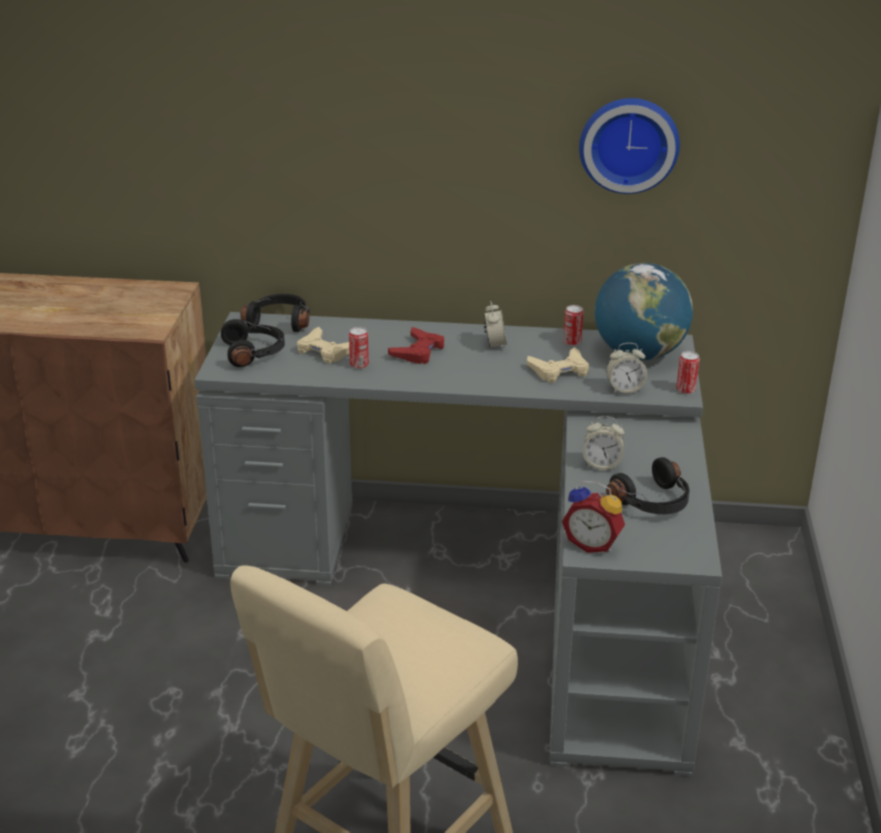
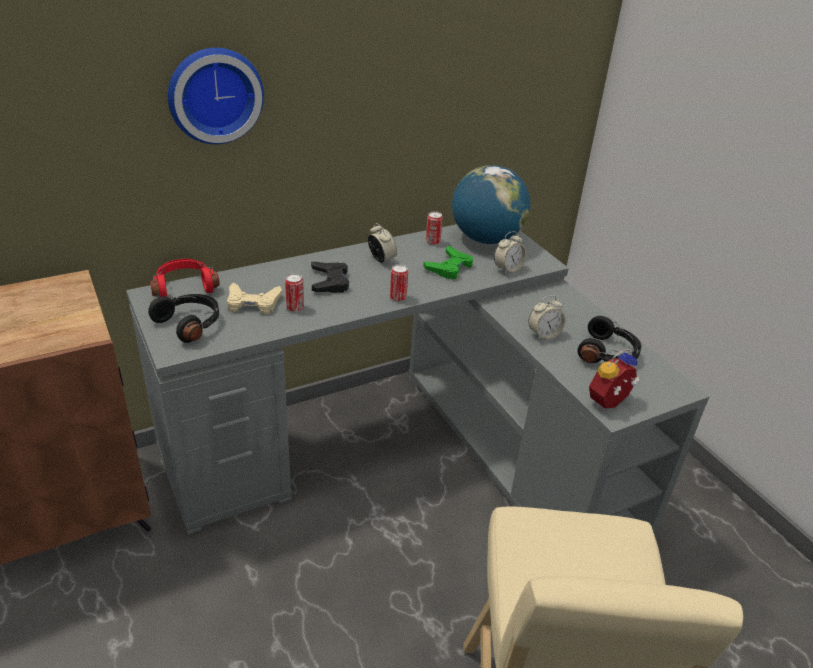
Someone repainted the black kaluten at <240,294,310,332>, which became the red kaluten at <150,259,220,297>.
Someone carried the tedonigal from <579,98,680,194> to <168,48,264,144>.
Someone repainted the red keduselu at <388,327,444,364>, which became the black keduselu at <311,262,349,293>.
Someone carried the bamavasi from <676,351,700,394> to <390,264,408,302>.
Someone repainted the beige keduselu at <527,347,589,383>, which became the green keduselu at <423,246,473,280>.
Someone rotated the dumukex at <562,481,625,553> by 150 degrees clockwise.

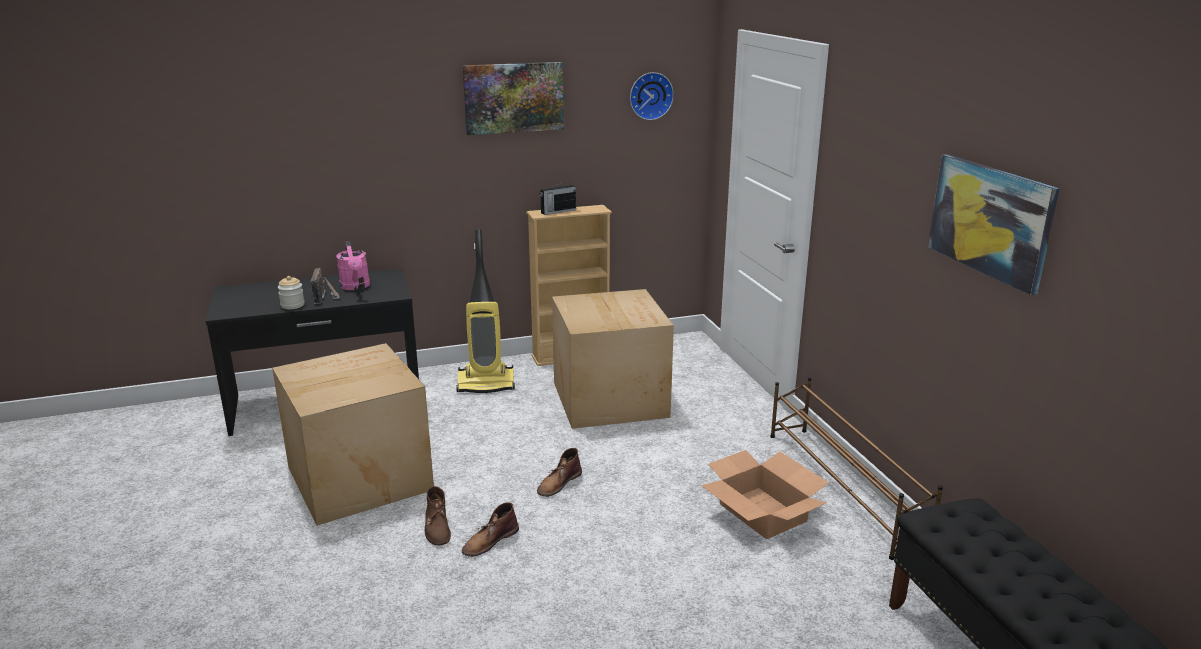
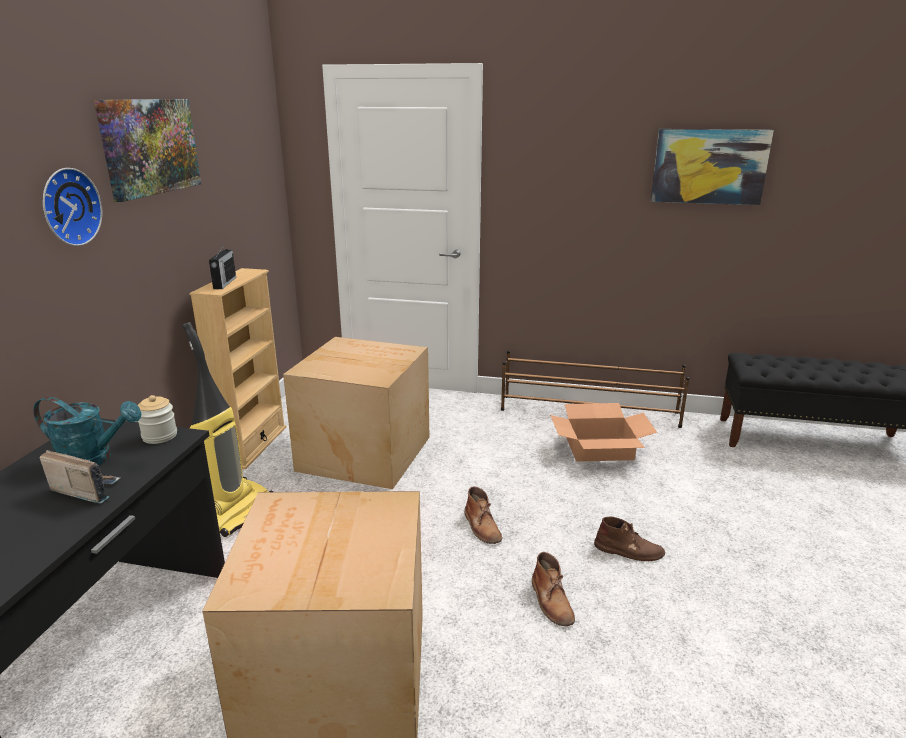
Someone repainted the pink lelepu at <336,242,370,290>, which became the turquoise lelepu at <33,397,141,465>.
Someone carried the tedonigal from <630,72,674,120> to <43,168,102,246>.
Someone carried the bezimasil from <278,276,305,309> to <138,395,177,444>.
Someone carried the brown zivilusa from <425,486,451,545> to <594,516,665,561>.

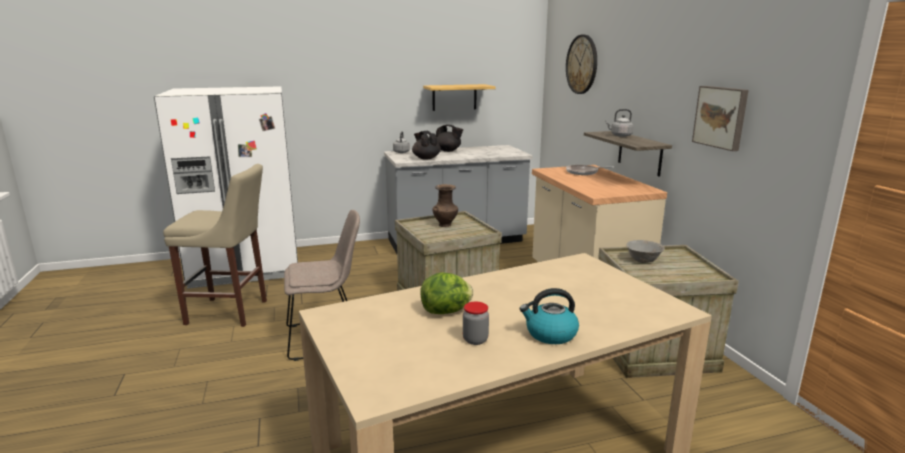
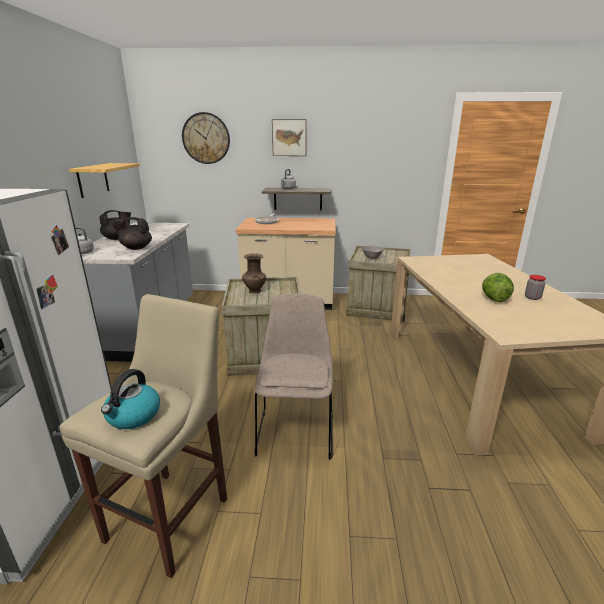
Someone carried the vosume from <519,288,579,344> to <101,369,160,429>.
Someone carried the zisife from <692,86,749,151> to <272,119,307,156>.

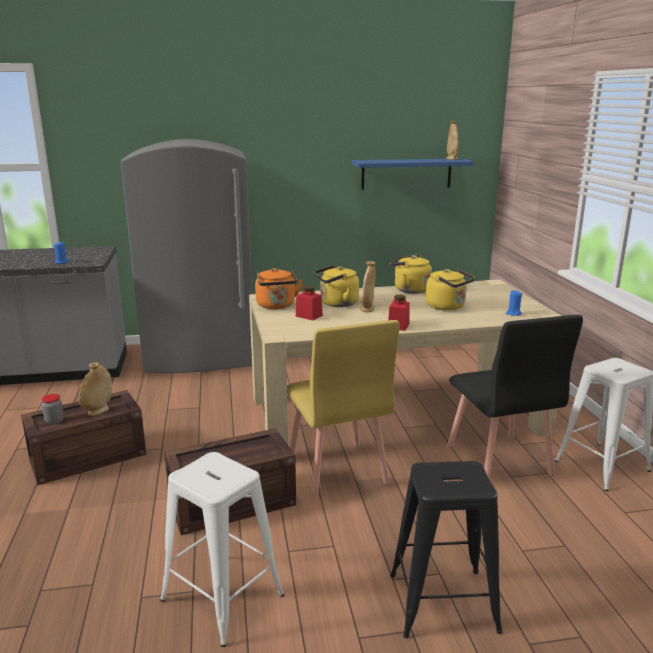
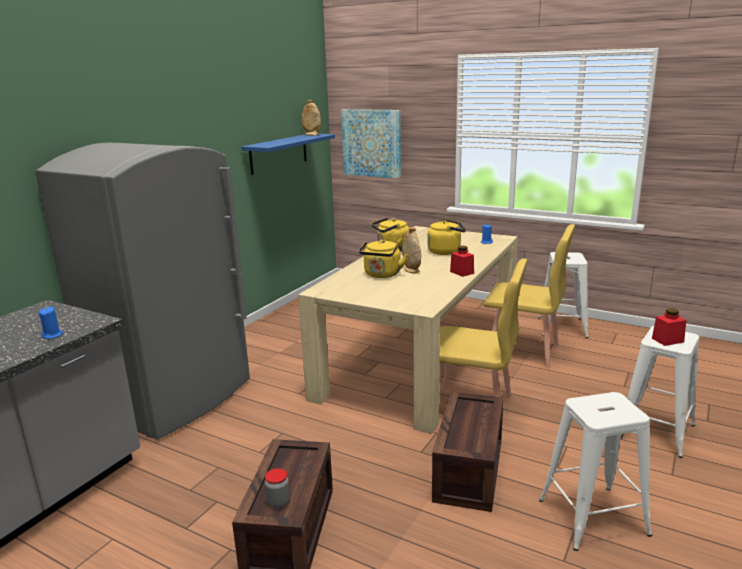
Someone put up the zisife at <341,109,401,178>.
Someone repainted the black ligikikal at <447,315,583,478>, which became the yellow ligikikal at <483,224,575,369>.
Someone repainted the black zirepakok at <390,461,502,638>, which became the white zirepakok at <627,326,699,458>.
Someone carried the red bezimasil from <296,286,323,320> to <652,308,686,346>.
Someone took away the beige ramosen at <79,362,112,416>.
Someone took away the orange vosume at <255,268,303,309>.

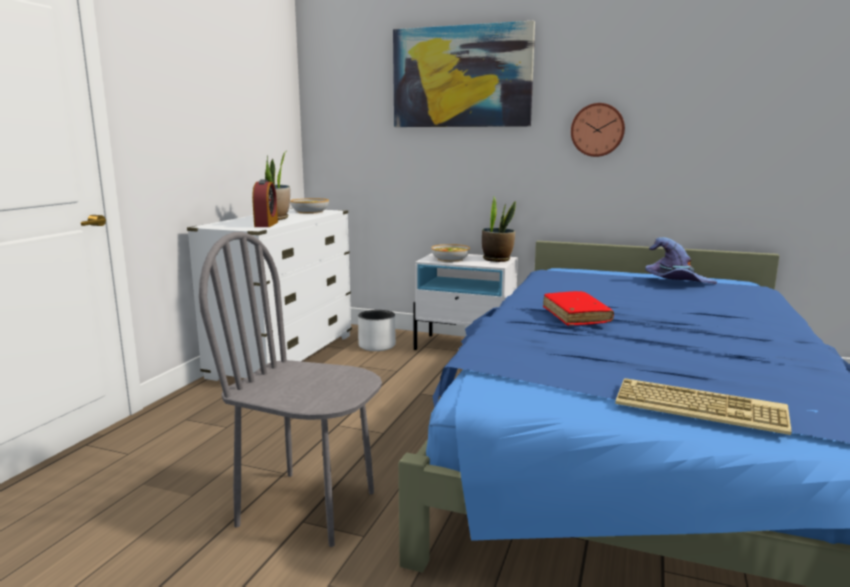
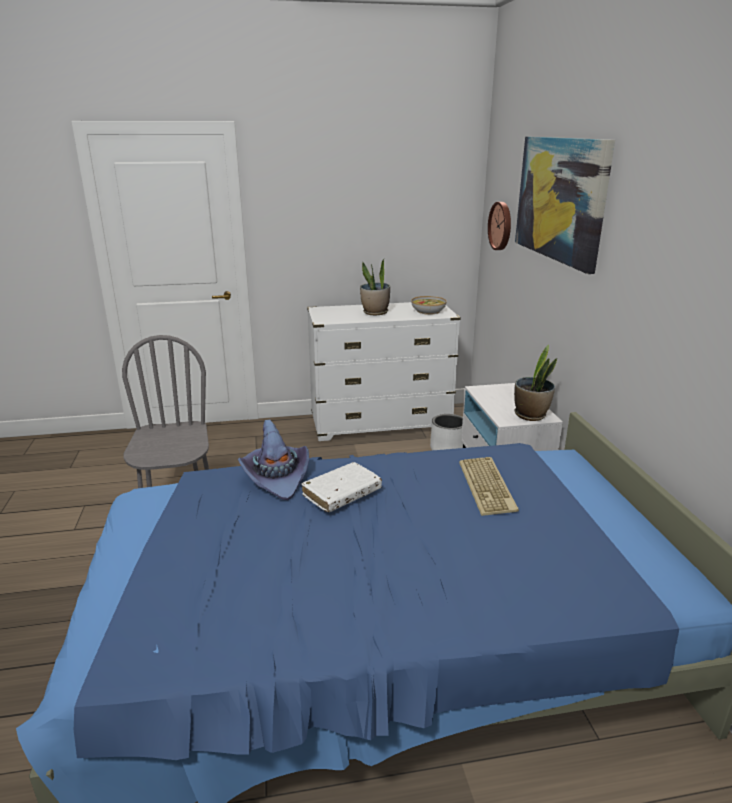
Someone carried the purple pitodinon from <645,237,717,284> to <238,419,309,500>.
Someone repainted the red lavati at <543,291,614,326>, which became the white lavati at <301,462,382,512>.
Someone carried the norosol from <615,378,791,435> to <459,457,519,516>.
Someone carried the tedonigal from <571,103,625,157> to <488,202,511,250>.
Someone took away the dumukex at <252,179,278,227>.
Someone took away the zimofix at <431,244,470,262>.

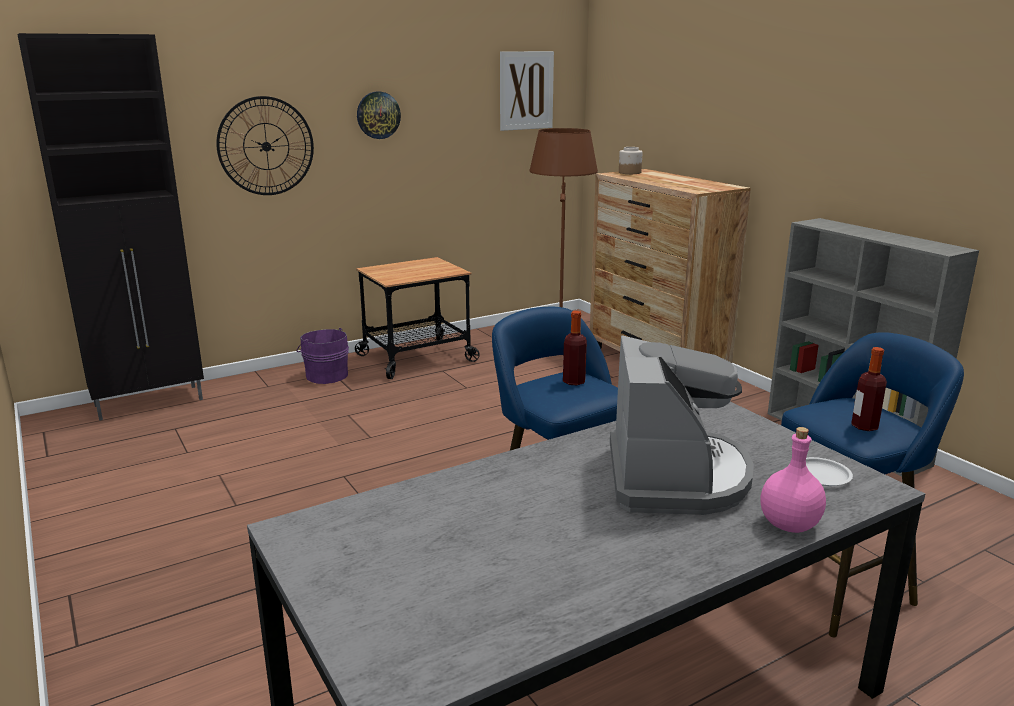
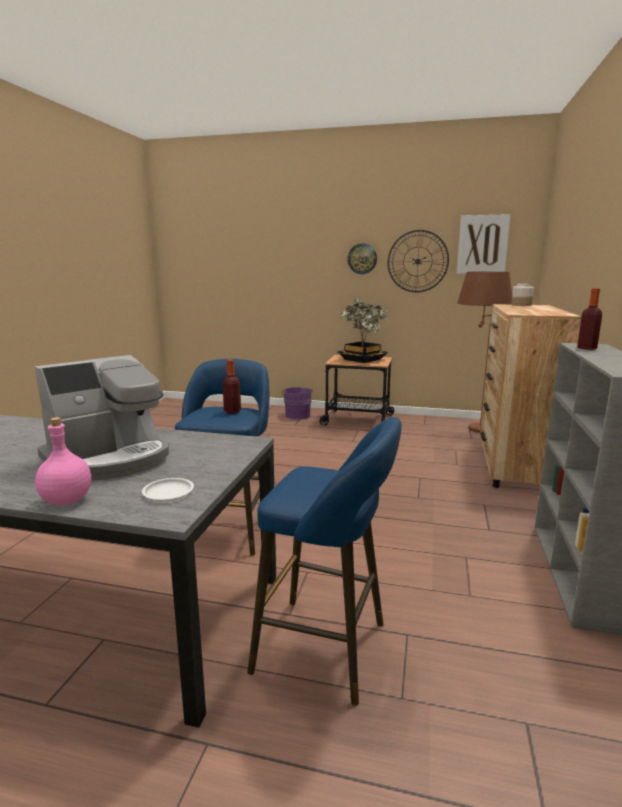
Someone put down the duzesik at <337,299,388,363>.
Someone carried the tedonigal from <216,96,314,195> to <387,230,449,292>.
Someone carried the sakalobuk from <851,347,887,431> to <577,288,602,350>.
Someone took away the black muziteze at <17,33,204,421>.

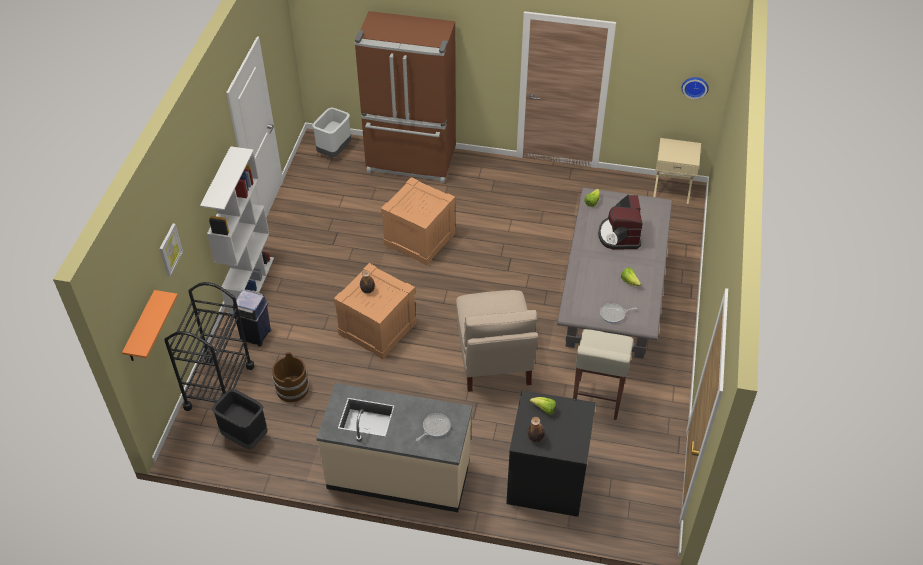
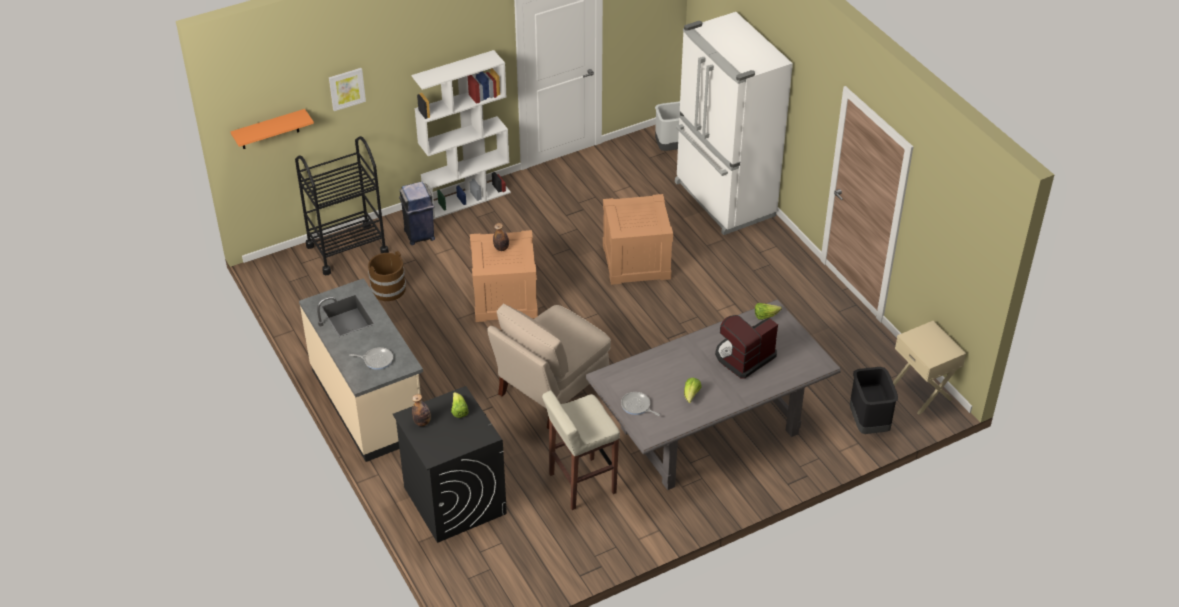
Someone repainted the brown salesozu at <355,11,456,183>, which became the white salesozu at <675,12,793,235>.
Someone carried the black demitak from <212,389,268,449> to <850,367,898,434>.
Someone took away the tedonigal at <681,77,709,99>.

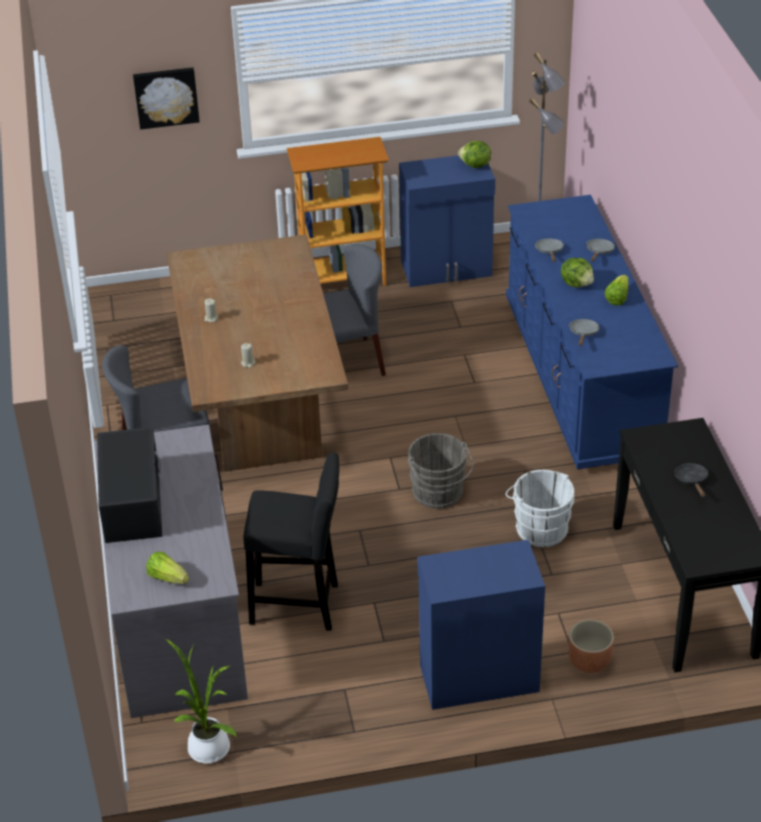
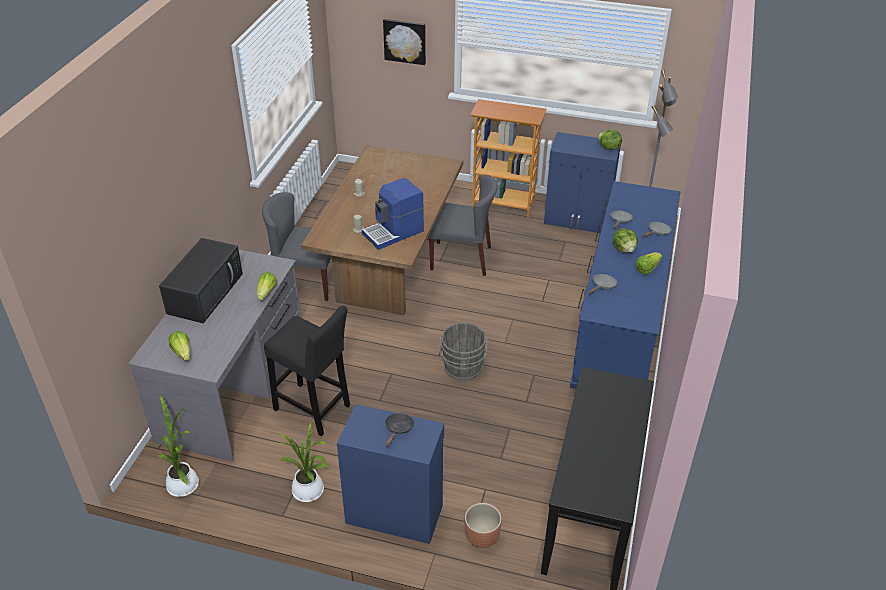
Someone put down the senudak at <257,272,277,300>.
Someone put down the duzesik at <278,421,329,502>.
Someone put down the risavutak at <362,178,424,250>.
Someone carried the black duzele from <674,463,708,497> to <385,413,414,447>.
Someone took away the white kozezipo at <506,470,574,547>.

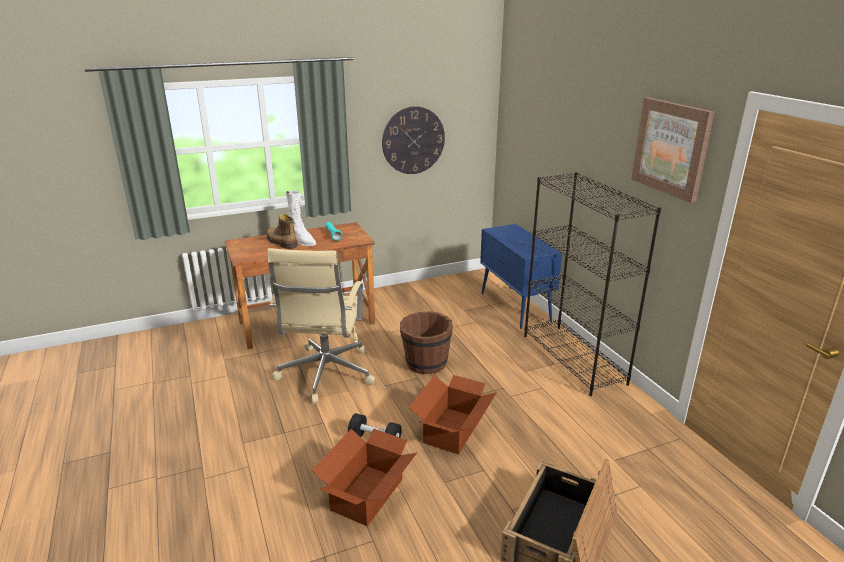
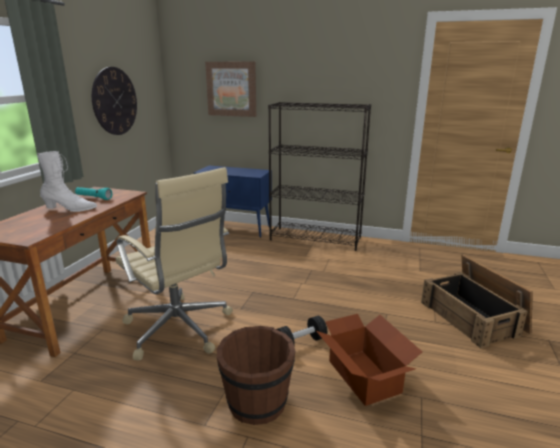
Someone carried the zisife from <631,97,714,203> to <205,62,256,117>.
Someone carried the brown kozezipo from <400,312,453,374> to <217,326,295,425>.
Someone took away the zivilusa at <267,214,297,249>.
Someone took away the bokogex at <409,375,497,454>.

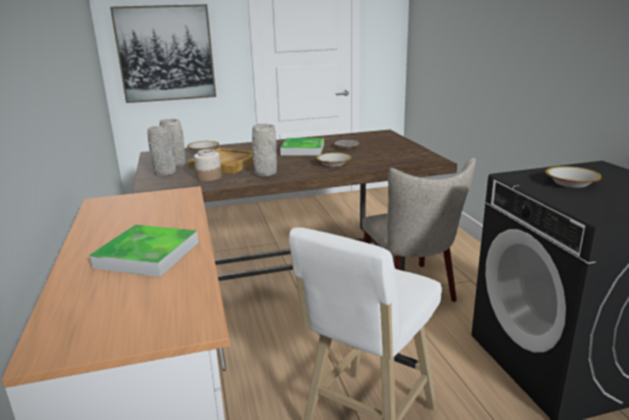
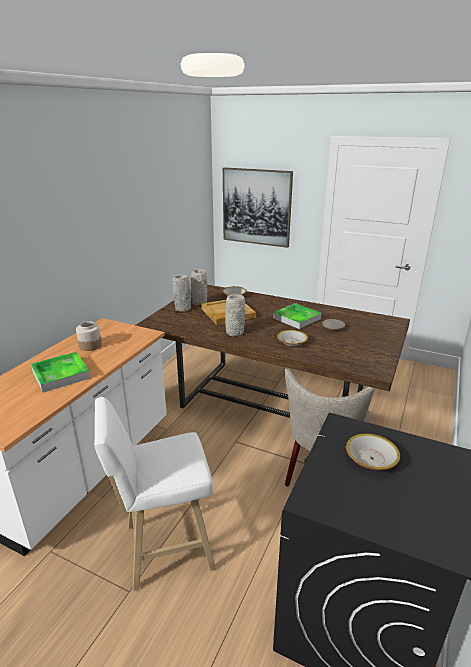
Someone carried the bezimasil from <194,149,222,181> to <76,321,102,351>.

